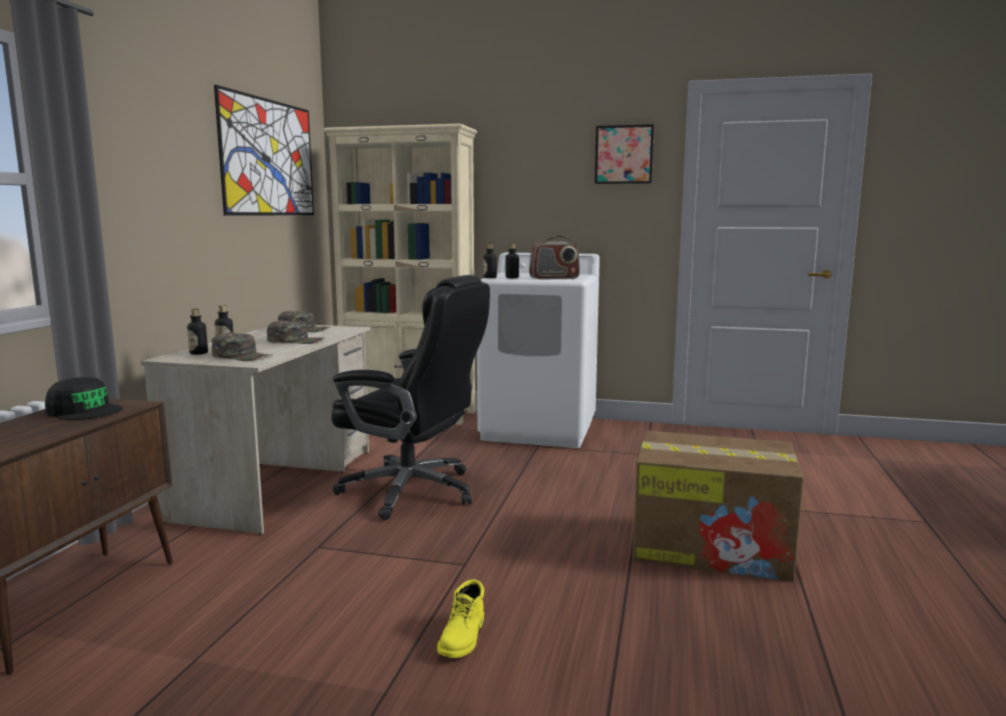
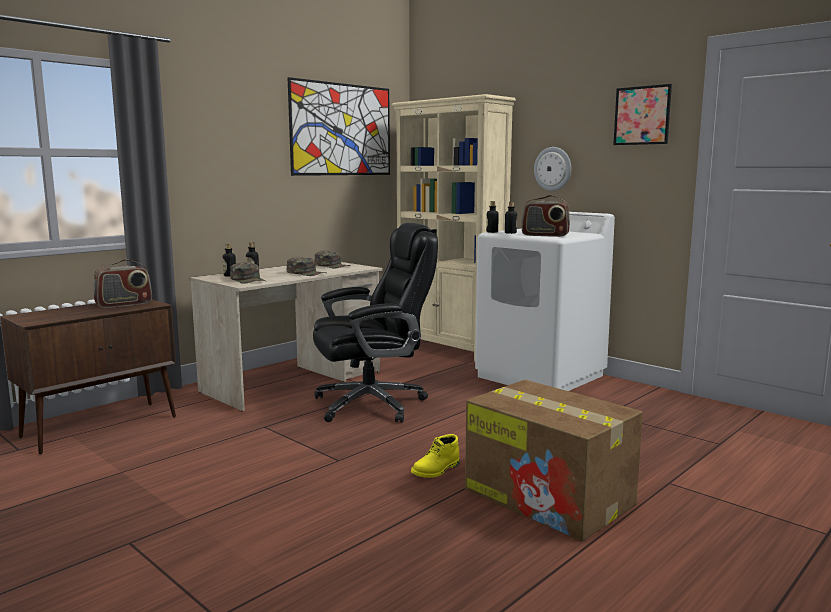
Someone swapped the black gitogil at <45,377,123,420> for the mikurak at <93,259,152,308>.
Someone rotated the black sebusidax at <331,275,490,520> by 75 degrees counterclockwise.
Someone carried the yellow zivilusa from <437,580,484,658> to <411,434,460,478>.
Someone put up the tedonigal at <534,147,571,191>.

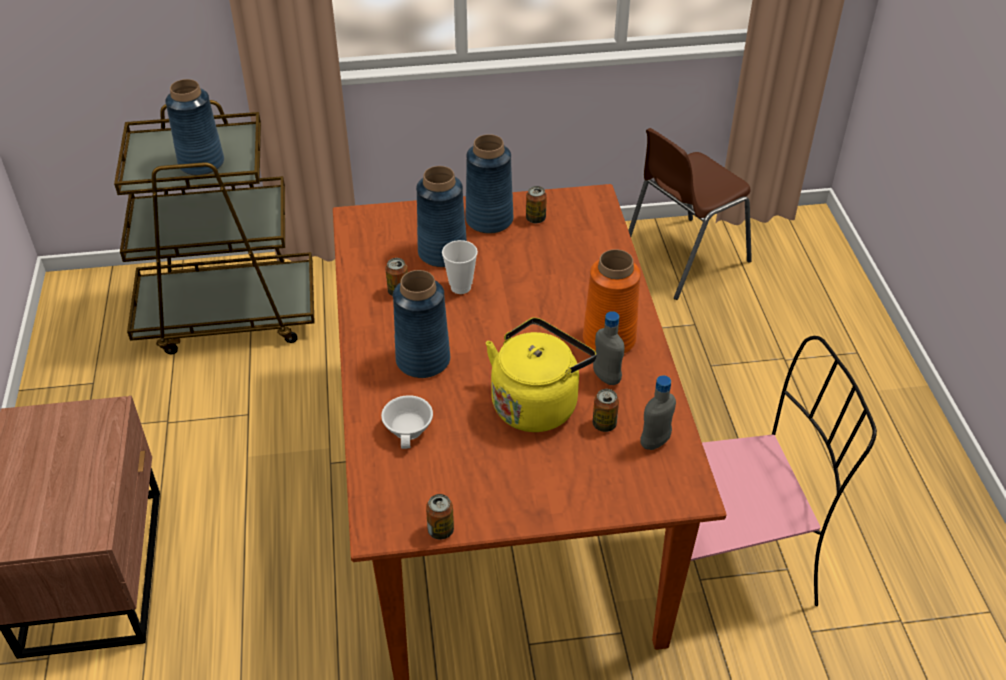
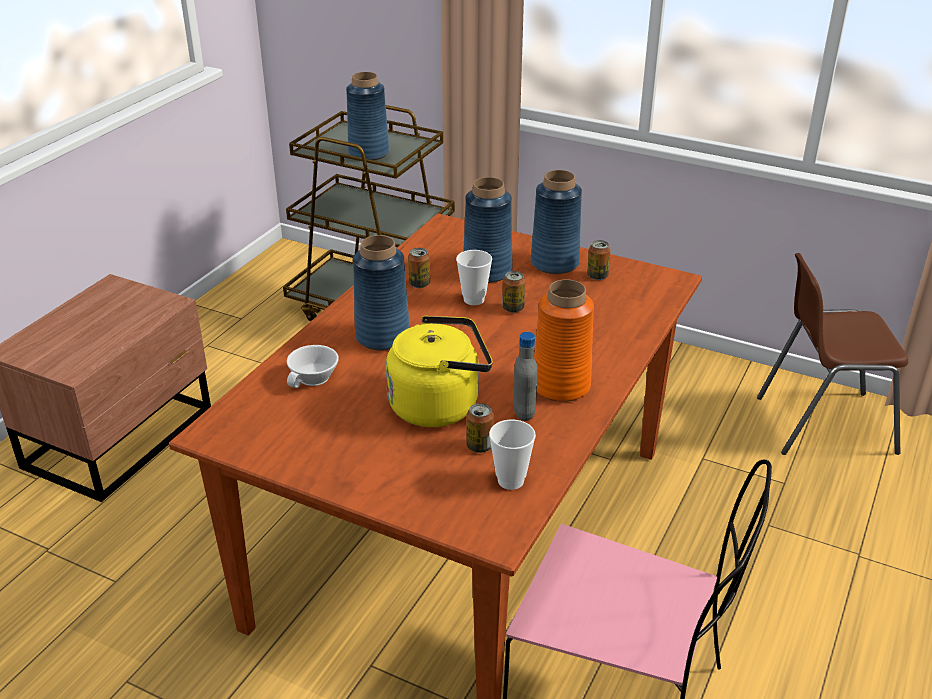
Someone swapped the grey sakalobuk at <640,375,676,450> for the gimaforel at <489,420,536,490>.
Someone carried the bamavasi from <426,494,454,539> to <502,271,525,313>.

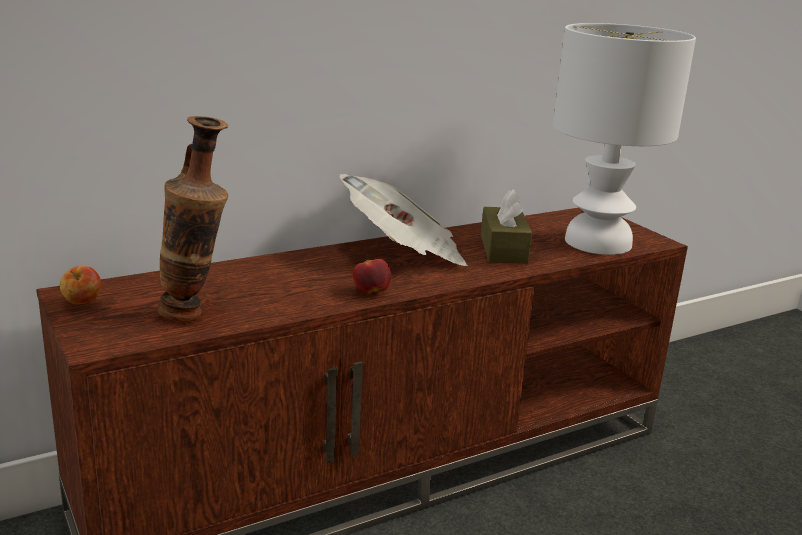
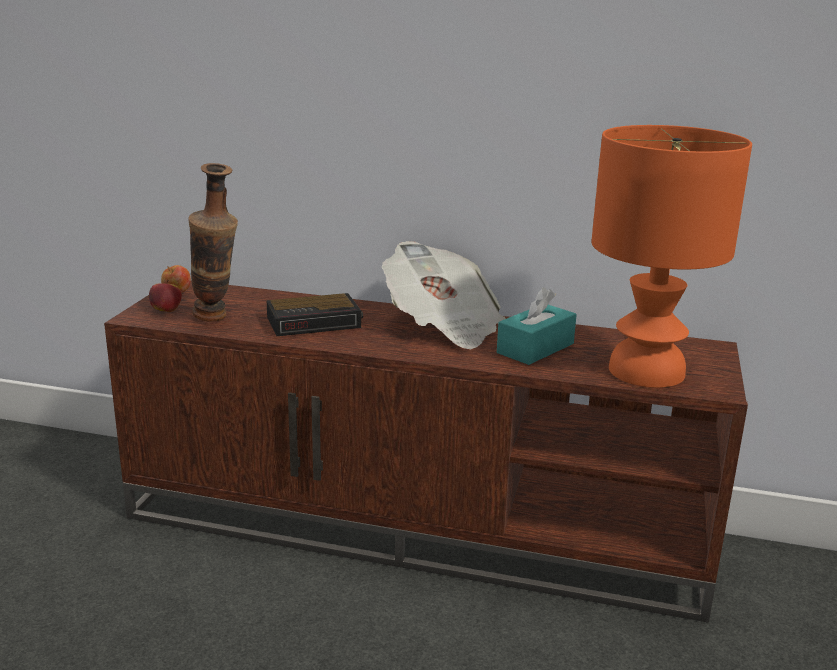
Someone carried the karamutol from <353,255,391,294> to <149,280,182,312>.
Someone put down the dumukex at <266,293,363,336>.
Someone repainted the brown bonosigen at <481,189,532,264>, which became the turquoise bonosigen at <497,287,577,365>.
Someone repainted the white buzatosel at <553,23,696,255>, which became the orange buzatosel at <591,125,752,388>.

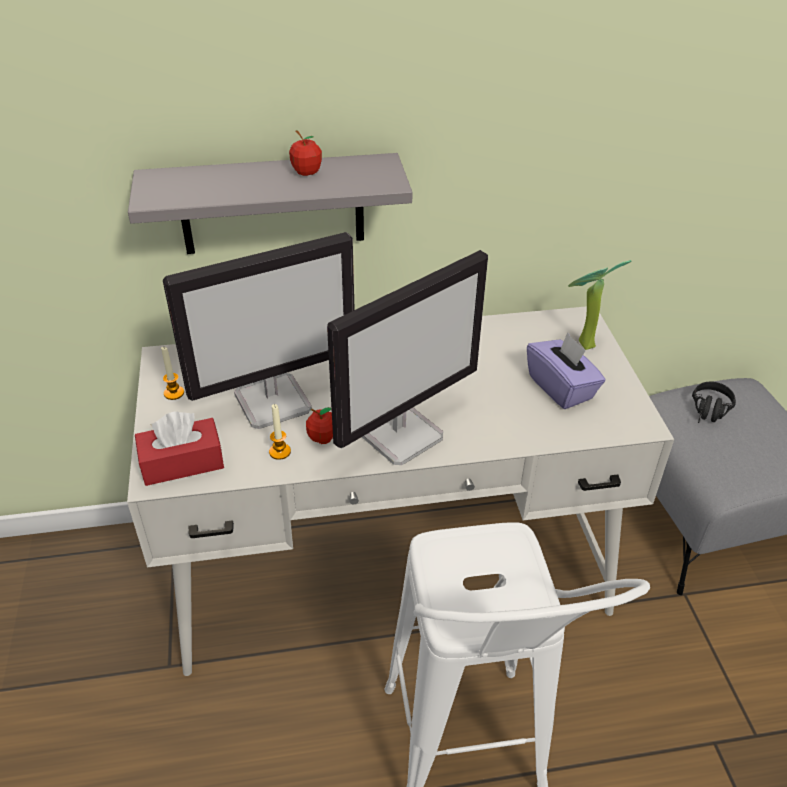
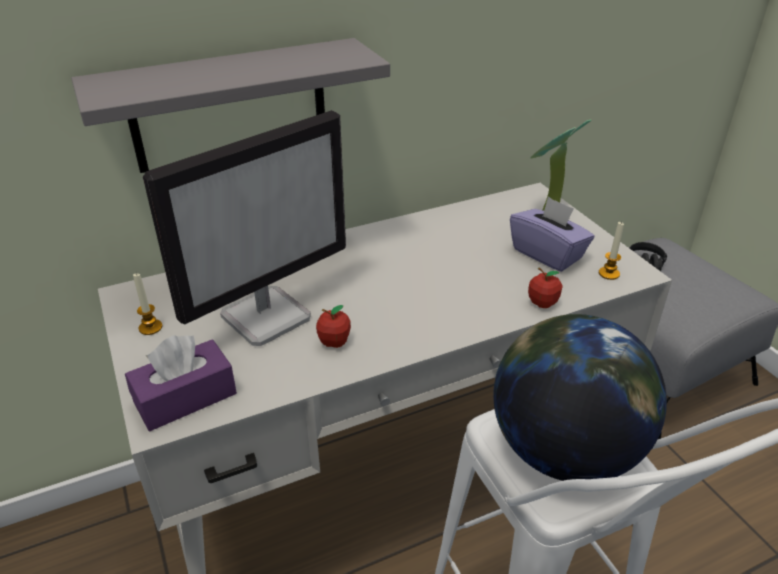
Someone repainted the red bonosigen at <135,411,224,486>, which became the purple bonosigen at <125,335,237,431>.
Someone put down the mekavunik at <493,314,667,481>.
Someone carried the karamutol from <289,130,322,176> to <528,268,563,308>.
Someone carried the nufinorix from <269,404,291,460> to <599,221,624,280>.
Someone took away the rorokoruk at <327,250,488,465>.

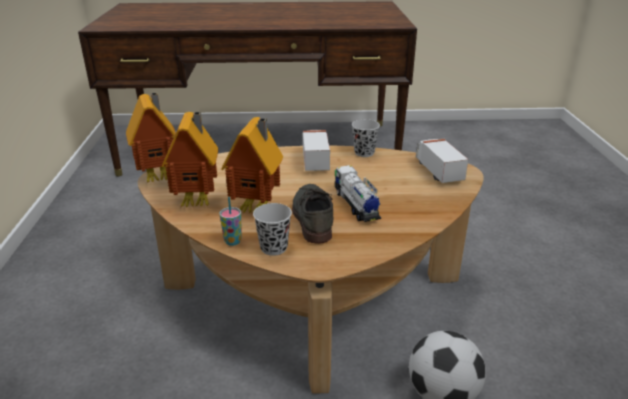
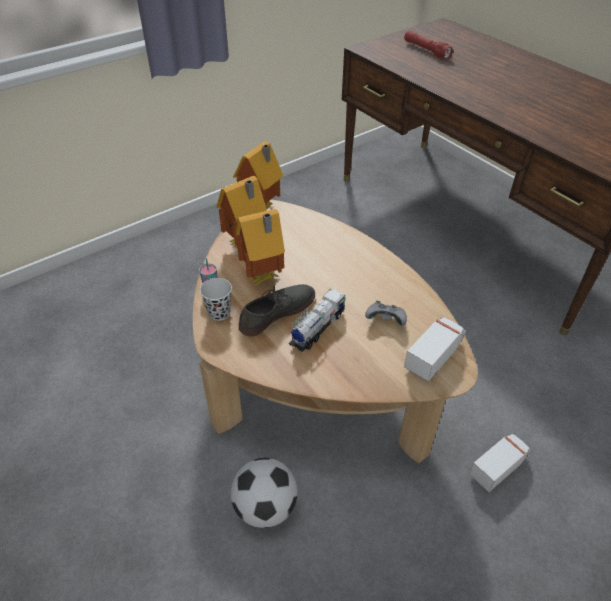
Someone put down the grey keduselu at <365,301,407,326>.
Someone put down the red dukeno at <404,31,454,60>.
Someone carried the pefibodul from <302,130,330,171> to <469,433,531,492>.
Someone took away the black gimaforel at <352,119,380,157>.

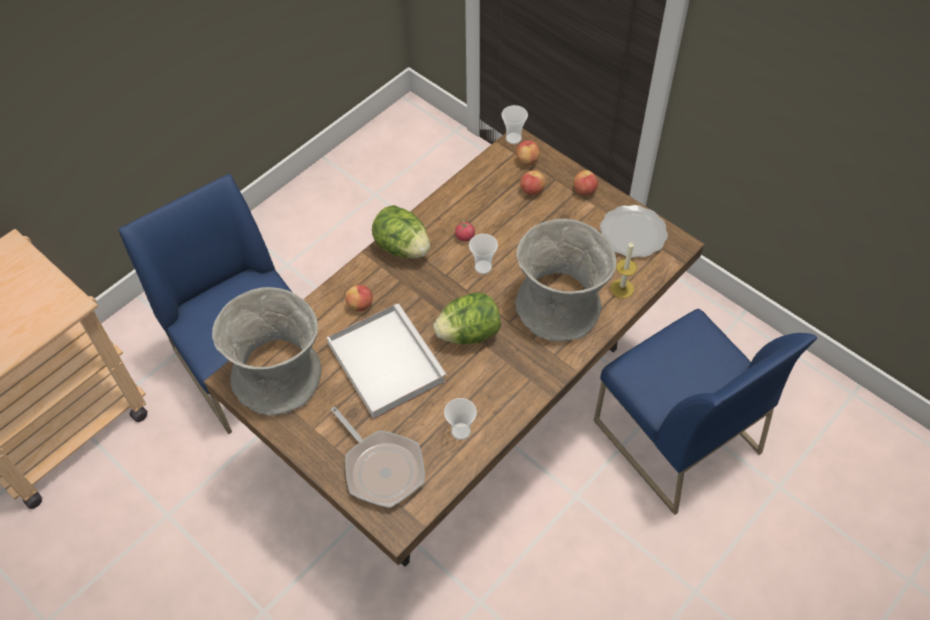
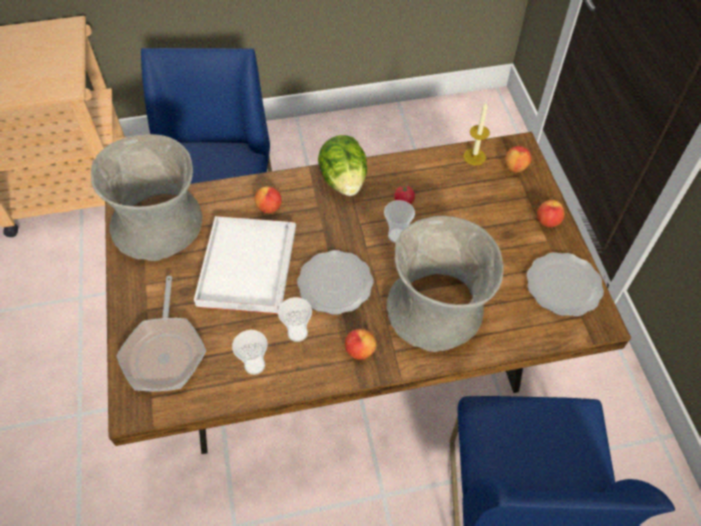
Someone carried the gimaforel from <501,105,528,144> to <278,297,312,342>.
Someone swapped the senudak at <433,292,501,344> for the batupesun at <297,250,374,315>.
Someone carried the karamutol from <520,170,545,195> to <345,329,376,359>.
Someone carried the nufinorix from <610,242,637,298> to <463,103,490,165>.

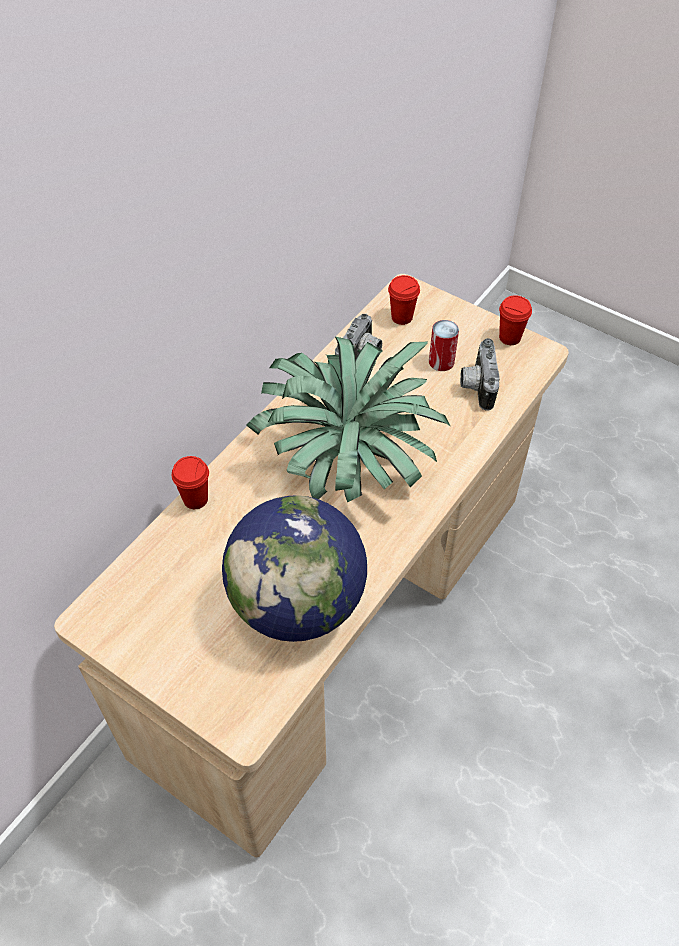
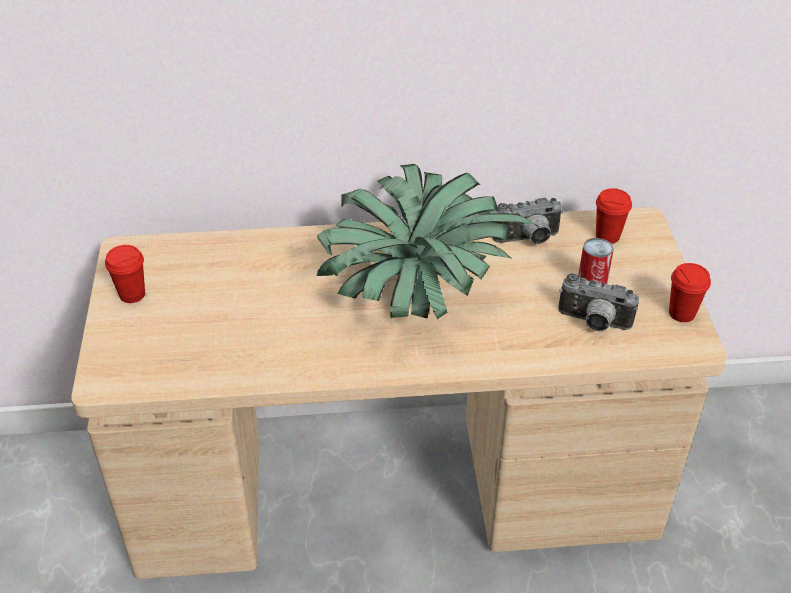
Someone carried the red gimaforel from <172,456,209,509> to <105,245,145,303>.
Someone rotated the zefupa at <460,338,500,411> by 120 degrees counterclockwise.
Someone took away the mekavunik at <222,495,367,642>.

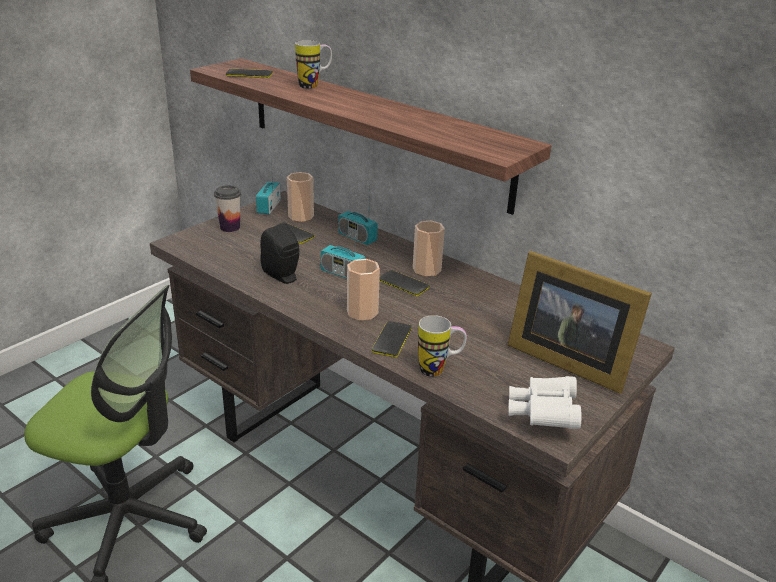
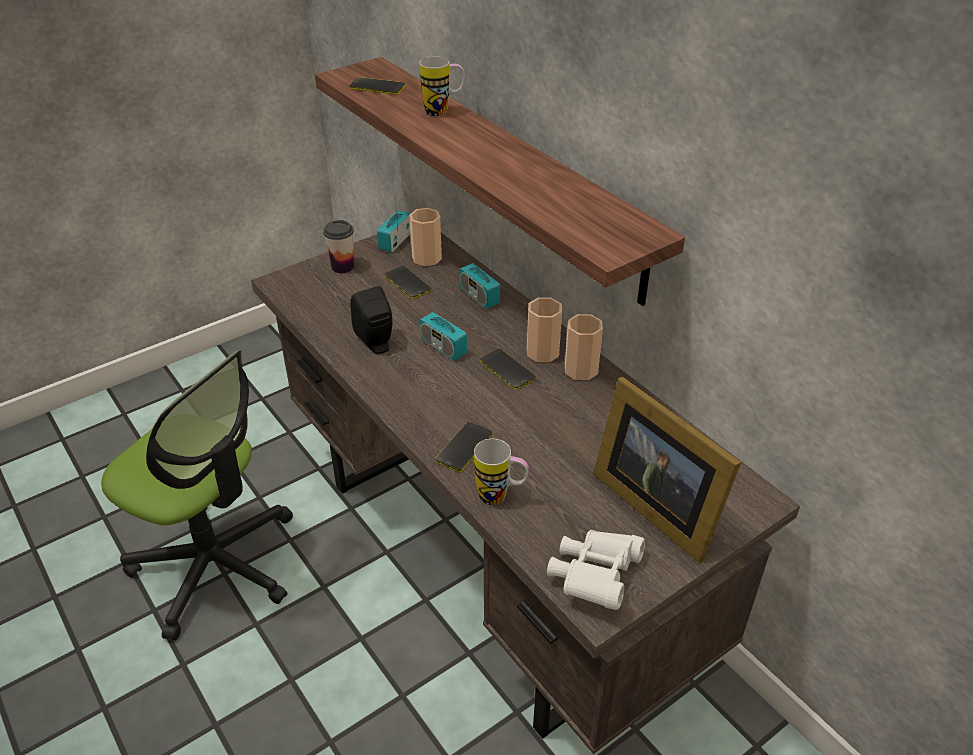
Someone carried the gimaforel from <347,259,380,321> to <565,314,603,380>.

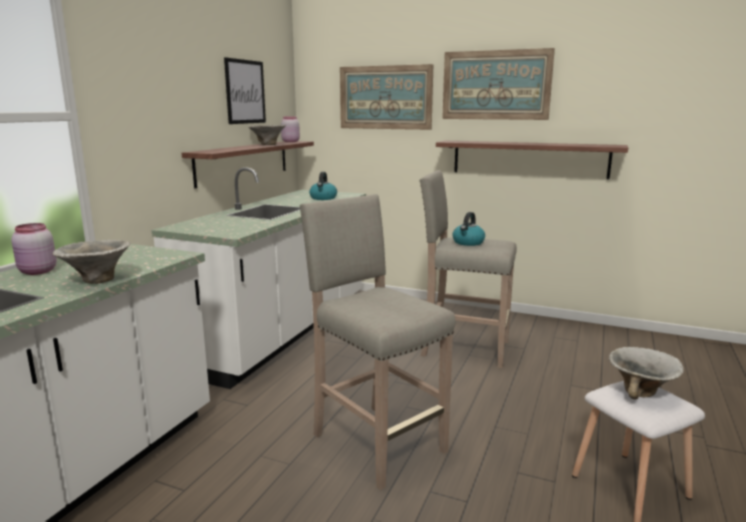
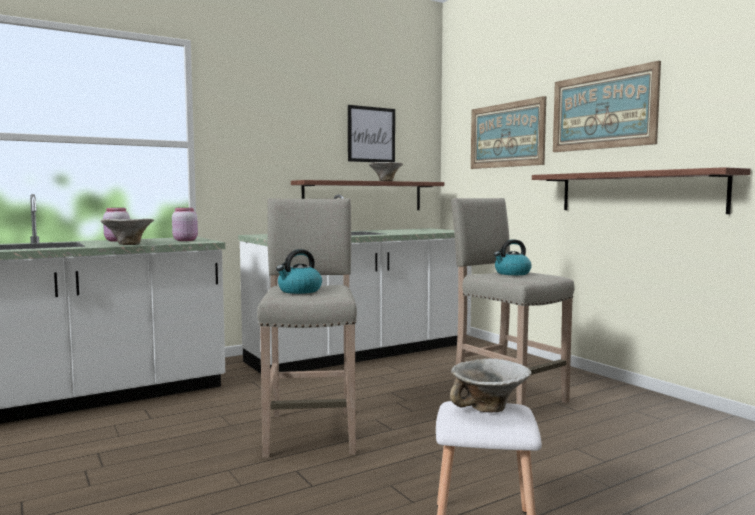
Someone carried the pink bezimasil from <281,116,300,142> to <172,208,198,241>.
Someone carried the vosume from <309,172,337,200> to <276,249,322,294>.

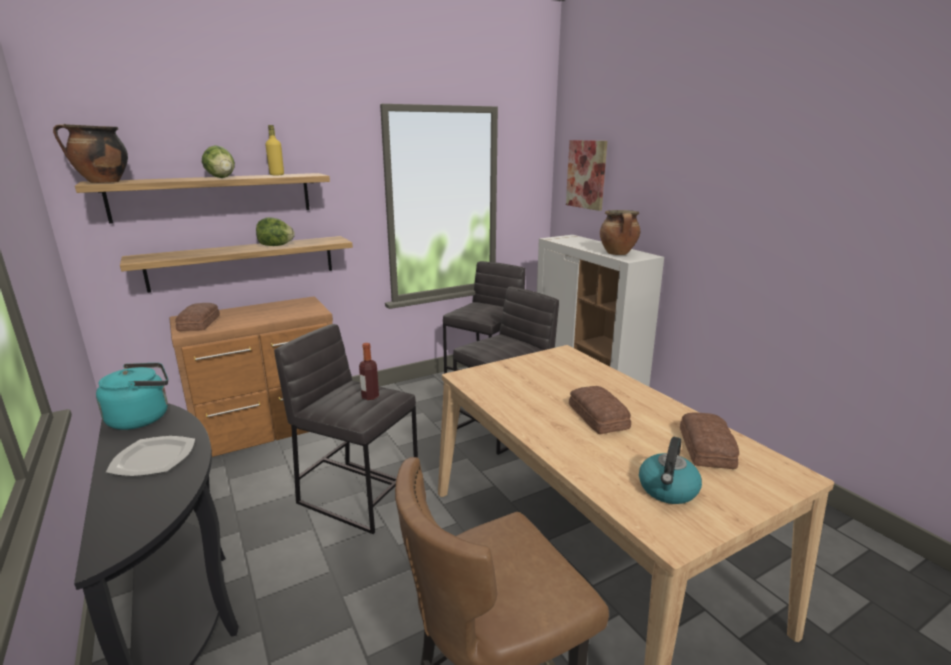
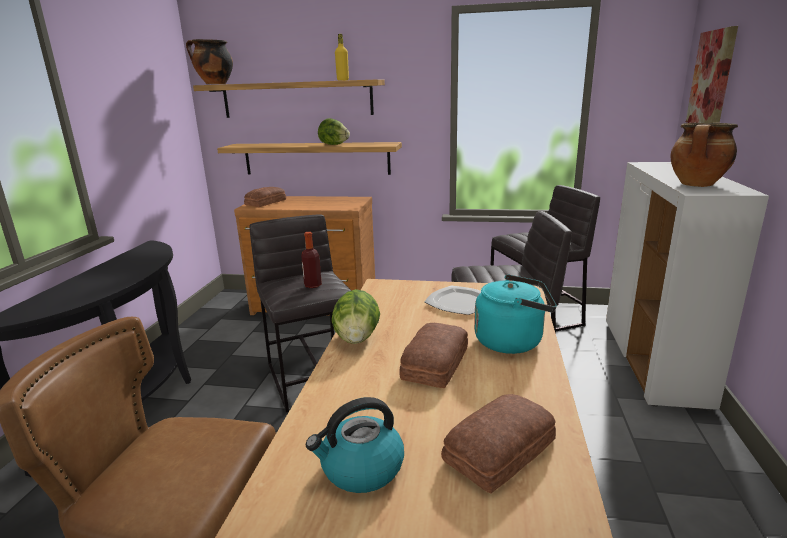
Someone carried the senudak from <202,145,235,178> to <331,289,380,344>.
Someone carried the batupesun from <106,436,195,476> to <425,286,481,315>.
Someone carried the turquoise vosume from <96,363,168,430> to <474,274,557,354>.

